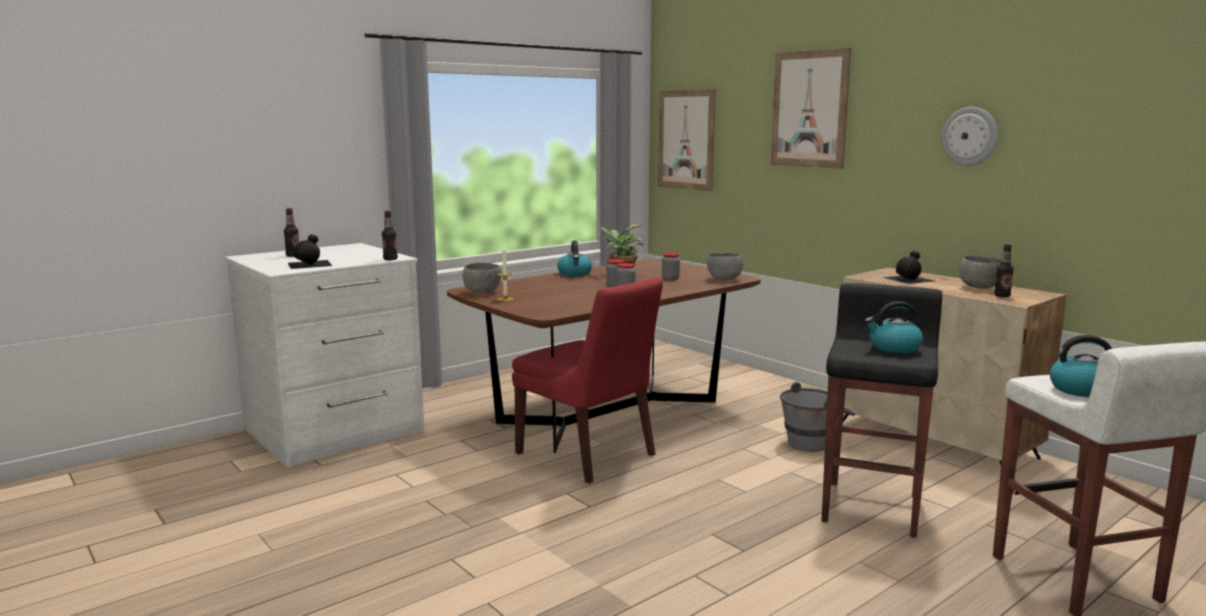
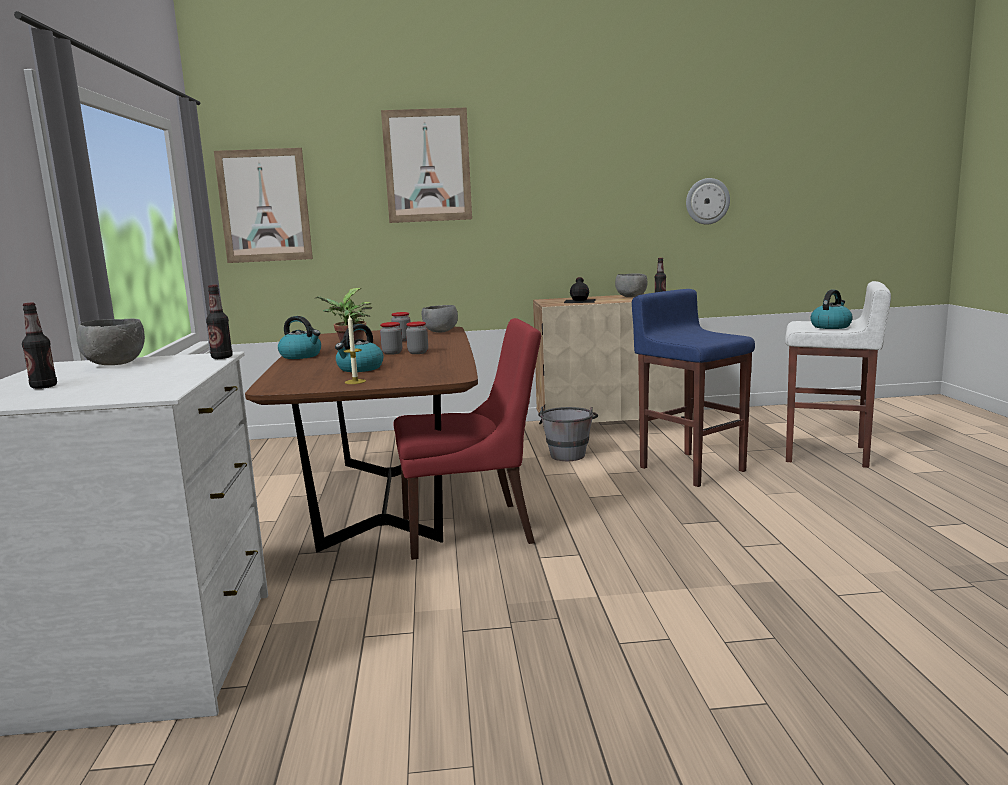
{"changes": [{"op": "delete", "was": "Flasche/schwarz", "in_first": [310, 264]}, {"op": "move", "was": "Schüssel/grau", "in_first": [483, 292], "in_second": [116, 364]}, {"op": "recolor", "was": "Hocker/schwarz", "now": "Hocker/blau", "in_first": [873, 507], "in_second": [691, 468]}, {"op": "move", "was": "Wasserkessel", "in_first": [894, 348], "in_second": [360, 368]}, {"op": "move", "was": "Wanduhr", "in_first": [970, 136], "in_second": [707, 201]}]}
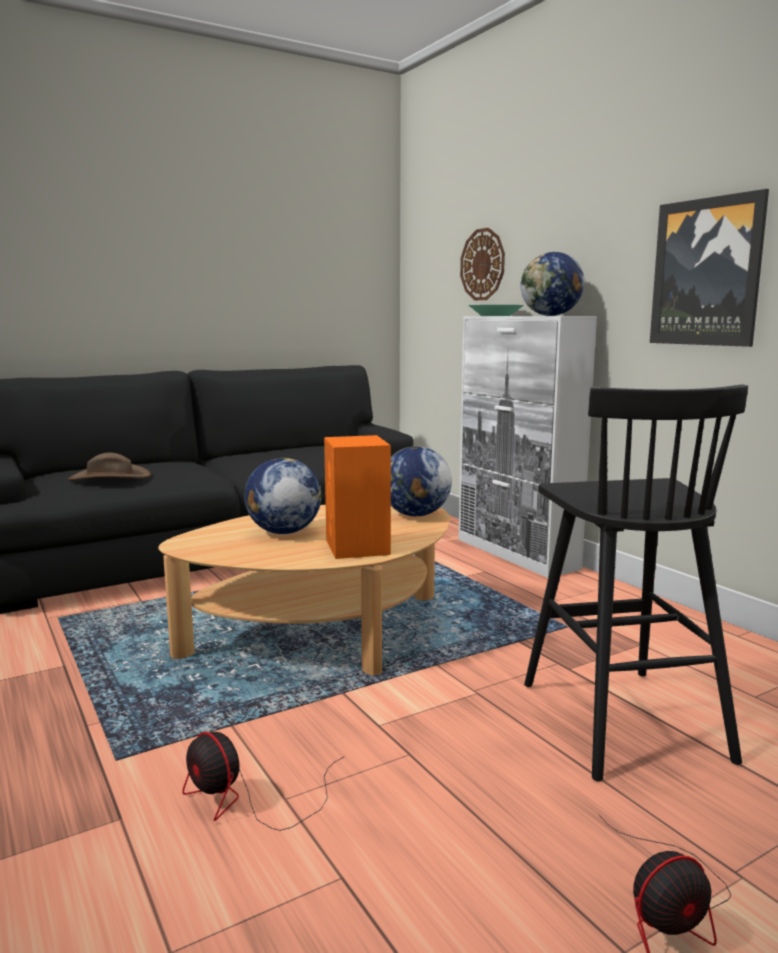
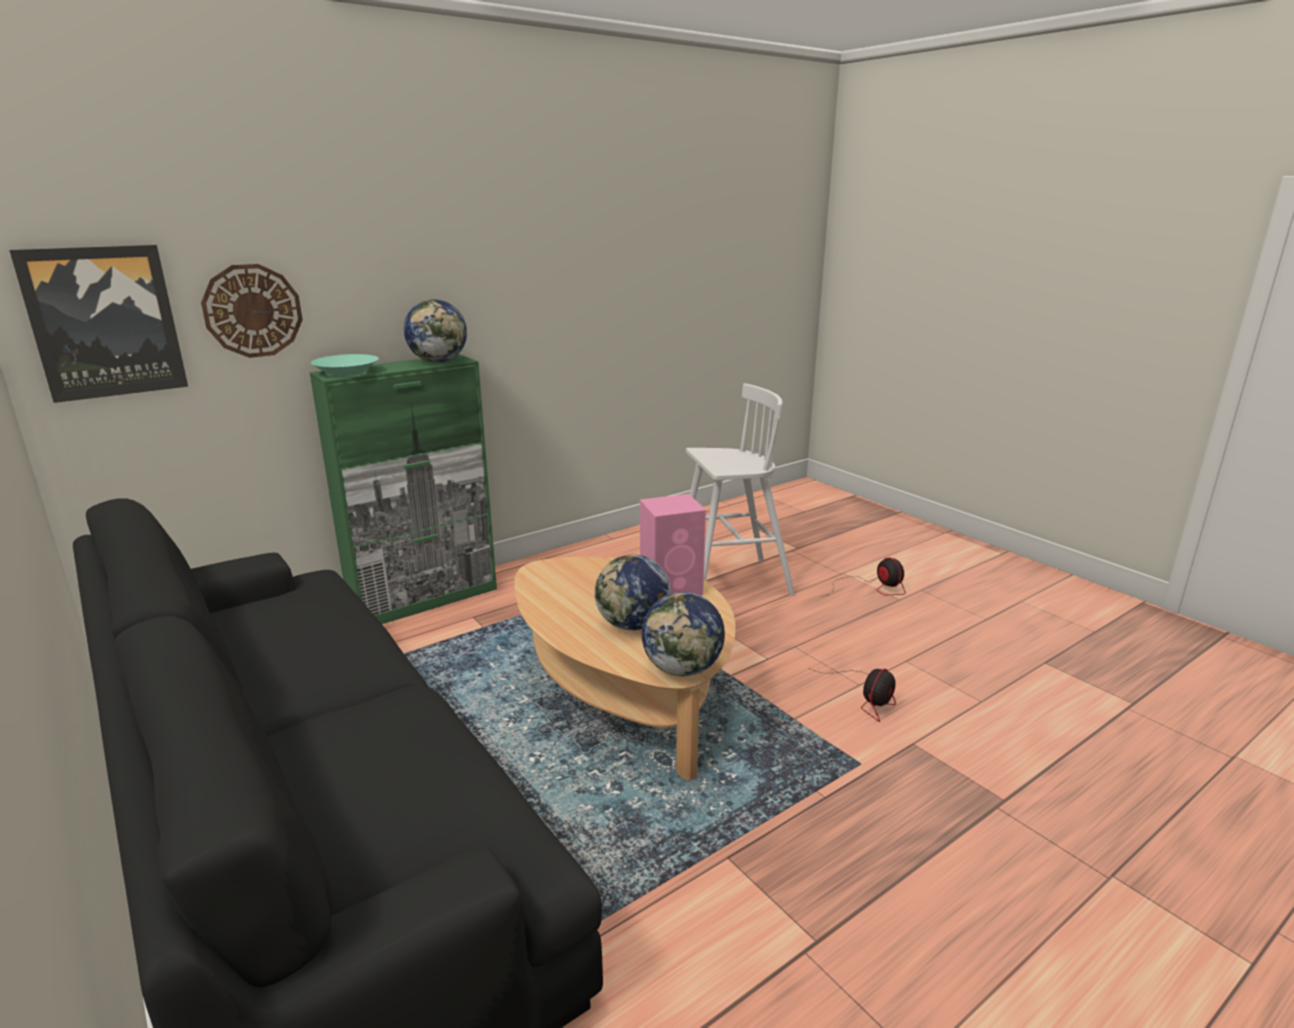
{"changes": [{"op": "delete", "was": "Hut/braun", "in_first": [109, 477]}, {"op": "recolor", "was": "Lautsprecher/orange", "now": "Lautsprecher/rosa", "in_first": [357, 548], "in_second": [672, 588]}, {"op": "move", "was": "Globus", "in_first": [415, 515], "in_second": [683, 669]}, {"op": "recolor", "was": "Schrank/weiß", "now": "Schrank/grün", "in_first": [516, 554], "in_second": [425, 600]}, {"op": "recolor", "was": "Hocker/schwarz", "now": "Hocker/weiß", "in_first": [619, 718], "in_second": [729, 583]}, {"op": "move", "was": "Bild", "in_first": [706, 272], "in_second": [105, 322]}]}
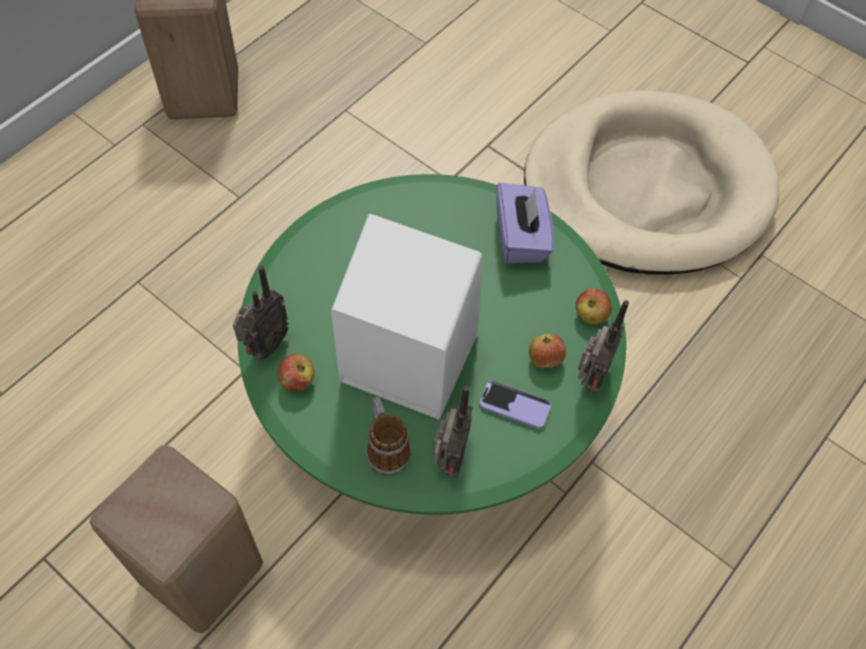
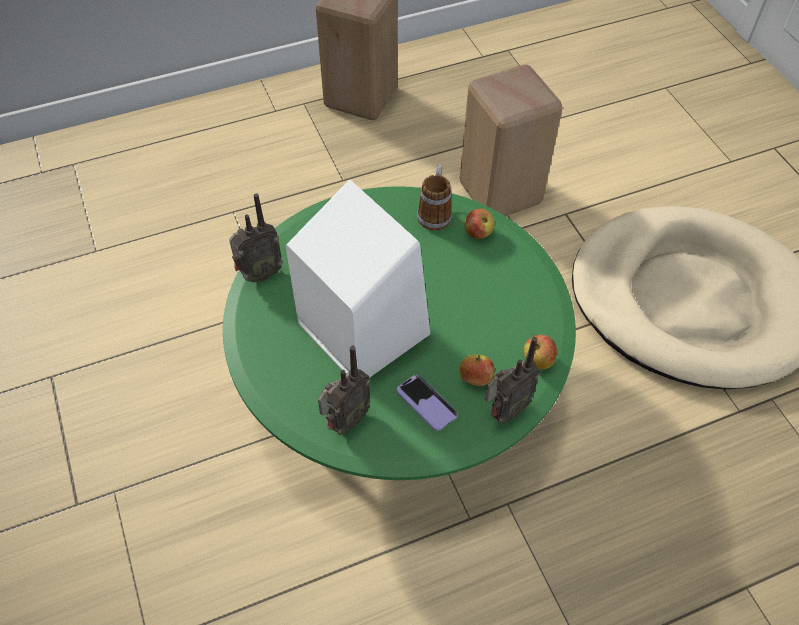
{"changes": [{"op": "move", "was": "Hocker/beige", "in_first": [201, 576], "in_second": [499, 195]}, {"op": "move", "was": "Apfel", "in_first": [297, 380], "in_second": [478, 233]}, {"op": "move", "was": "Henkelbecher", "in_first": [385, 446], "in_second": [435, 212]}, {"op": "delete", "was": "Taschentuchbox/lila", "in_first": [521, 238]}]}
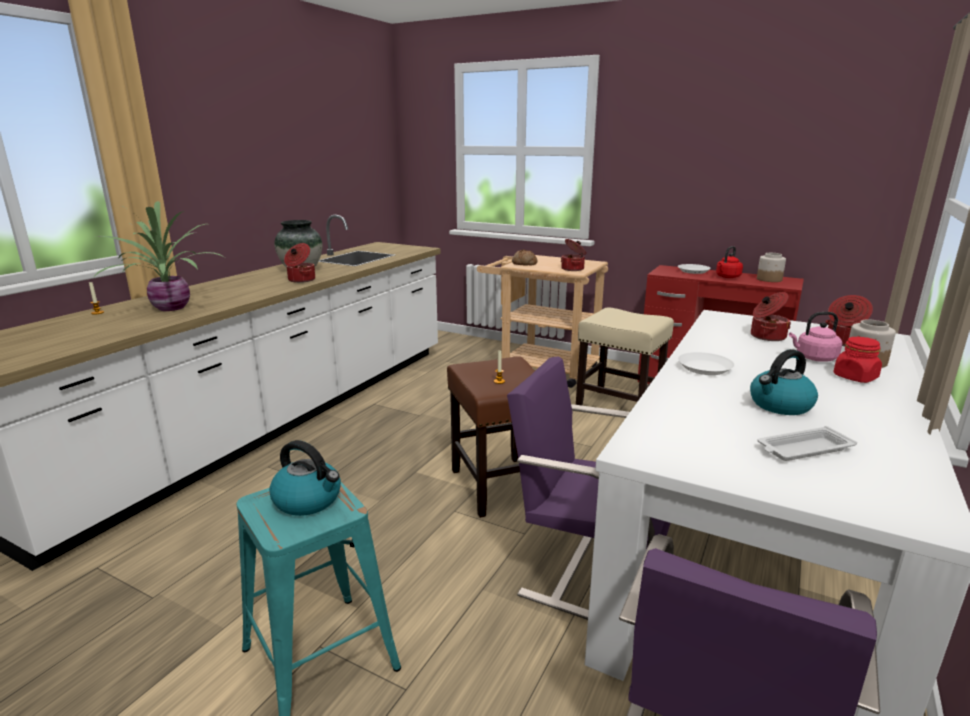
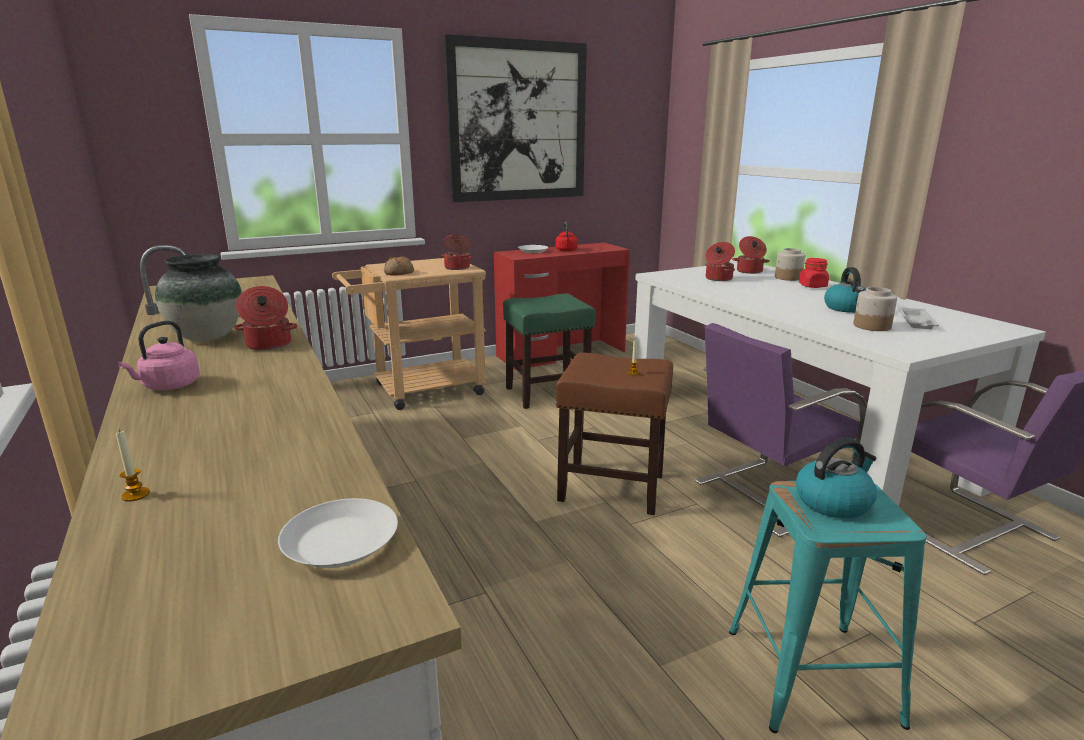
{"changes": [{"op": "delete", "was": "Topfpflanze", "in_first": [169, 308]}, {"op": "recolor", "was": "Hocker/beige", "now": "Hocker/grün", "in_first": [619, 408], "in_second": [548, 393]}, {"op": "move", "was": "Teller/weiß", "in_first": [704, 368], "in_second": [341, 542]}, {"op": "move", "was": "Vorratsglas", "in_first": [768, 279], "in_second": [871, 326]}, {"op": "move", "was": "Wasserkessel/rosa", "in_first": [813, 358], "in_second": [168, 386]}, {"op": "insert", "now": "Bild", "in_second": [518, 122]}]}
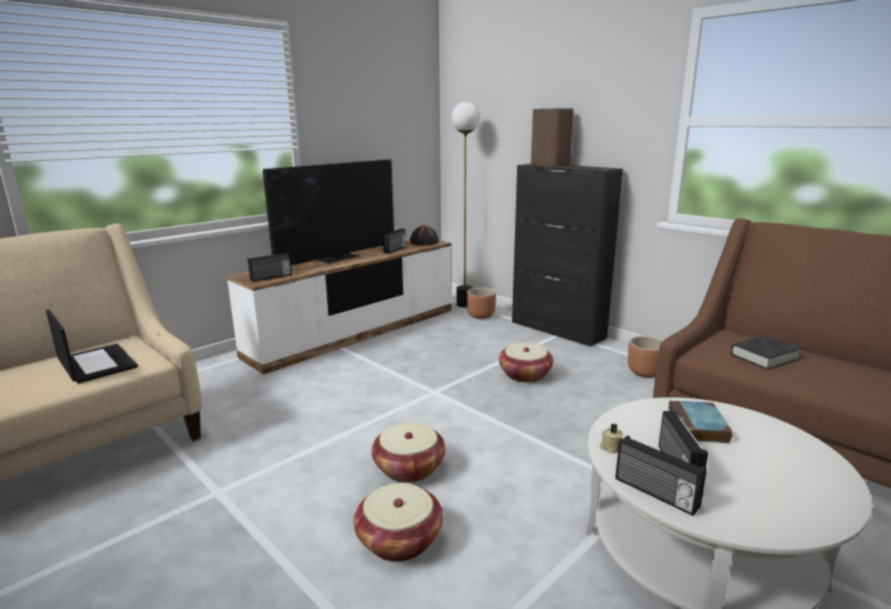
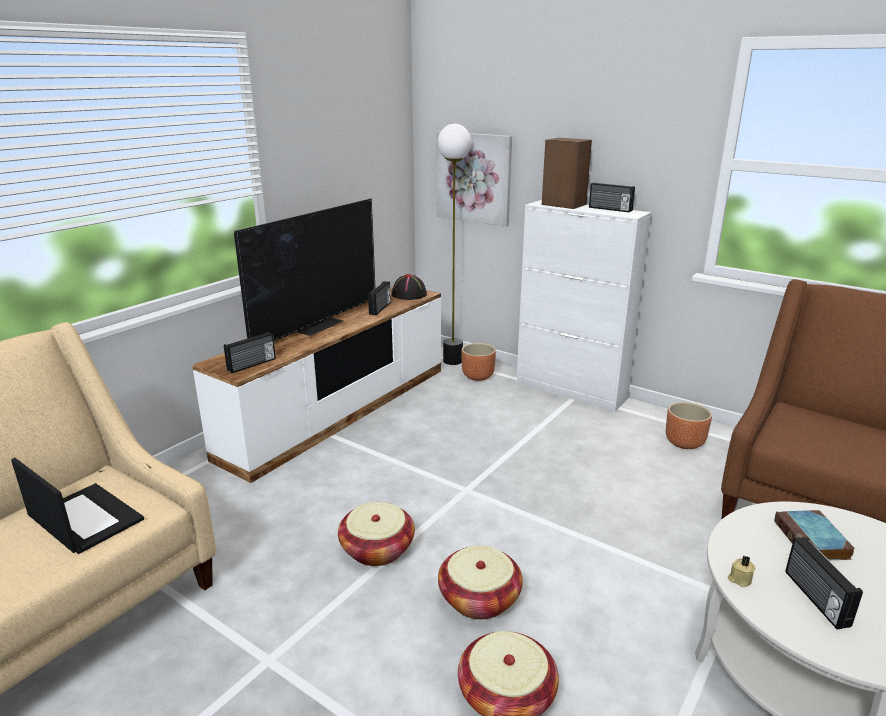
{"changes": [{"op": "move", "was": "Korb", "in_first": [525, 375], "in_second": [377, 549]}, {"op": "recolor", "was": "Schrank/schwarz", "now": "Schrank/weiß", "in_first": [558, 330], "in_second": [571, 390]}, {"op": "move", "was": "Radio", "in_first": [655, 493], "in_second": [610, 209]}, {"op": "delete", "was": "Buch/schwarz", "in_first": [764, 357]}, {"op": "insert", "now": "Bild", "in_second": [474, 178]}]}
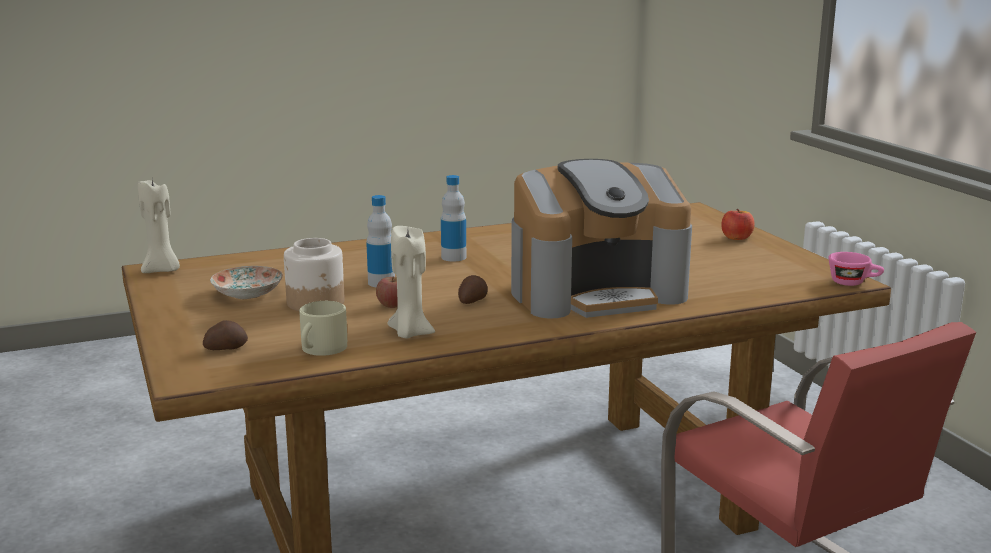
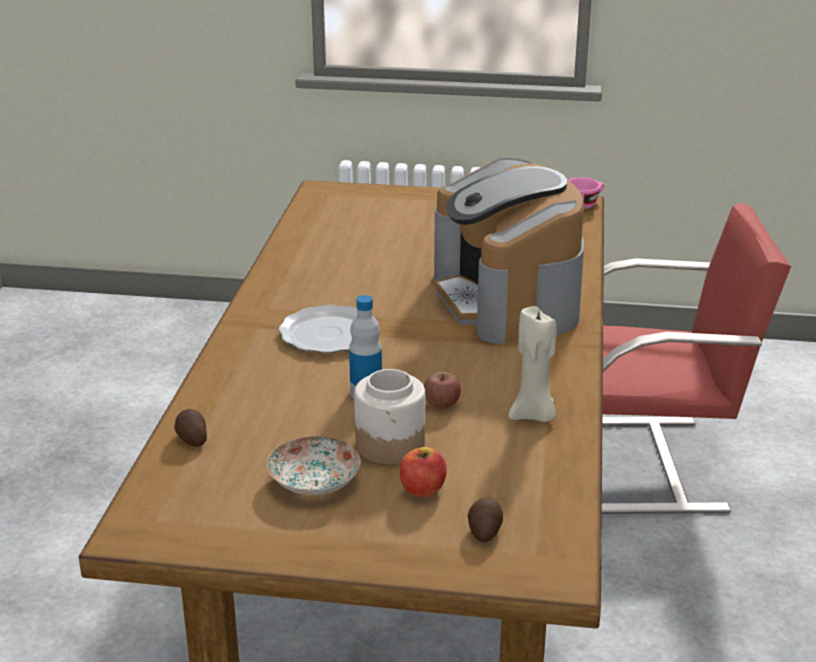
{"changes": [{"op": "delete", "was": "Kerze/beige", "in_first": [162, 270]}, {"op": "delete", "was": "Henkelbecher/beige", "in_first": [321, 349]}, {"op": "replace", "was": "Flasche", "now": "Teller", "in_first": [453, 257], "in_second": [327, 334]}, {"op": "move", "was": "Kartoffel", "in_first": [472, 300], "in_second": [192, 439]}, {"op": "rotate", "was": "Kaffeemaschine", "in_first": [597, 292], "in_second": [507, 300], "clockwise": 150}, {"op": "move", "was": "Apfel", "in_first": [736, 238], "in_second": [422, 489]}]}
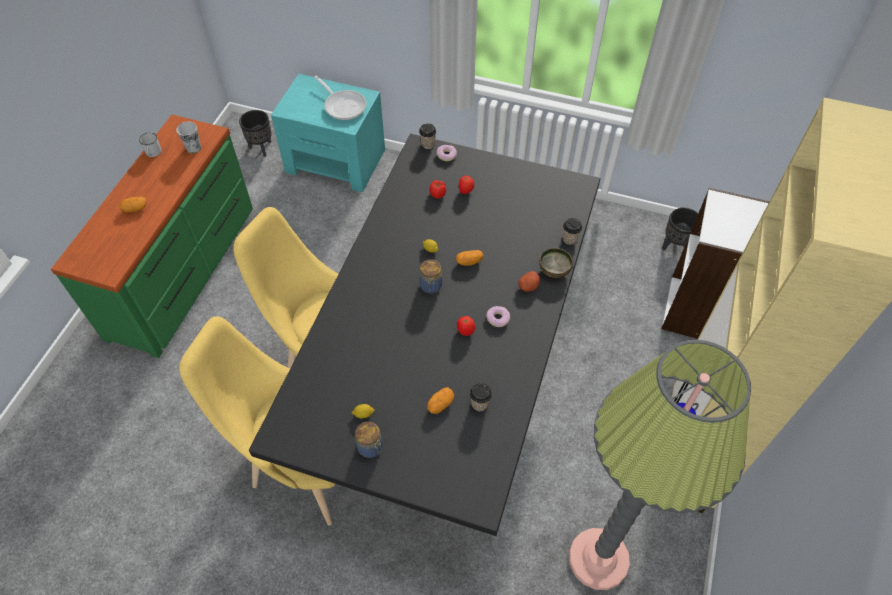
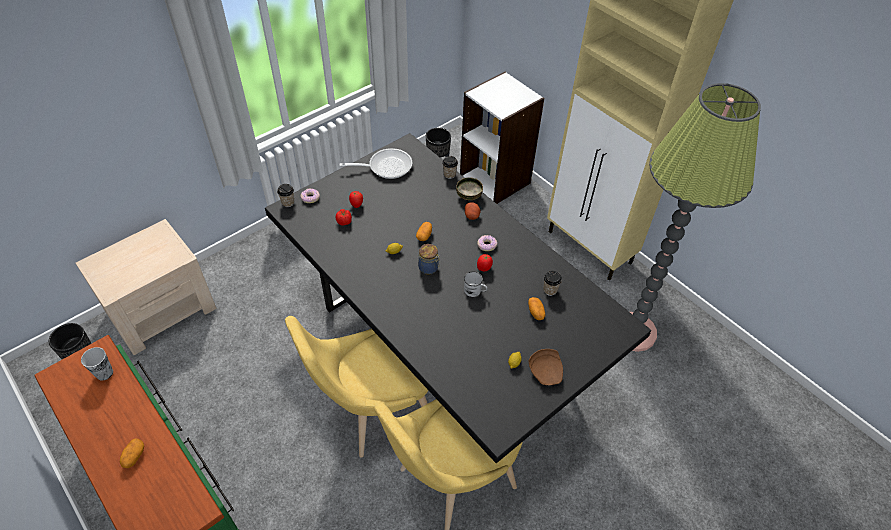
{"changes": [{"op": "move", "was": "Henkelbecher/weiß", "in_first": [153, 153], "in_second": [475, 291]}, {"op": "recolor", "was": "Nachttisch/türkis", "now": "Nachttisch/beige", "in_first": [336, 161], "in_second": [162, 310]}, {"op": "move", "was": "Pfanne", "in_first": [343, 105], "in_second": [386, 166]}, {"op": "replace", "was": "Vorratsglas", "now": "Teller/braun", "in_first": [371, 448], "in_second": [546, 371]}]}
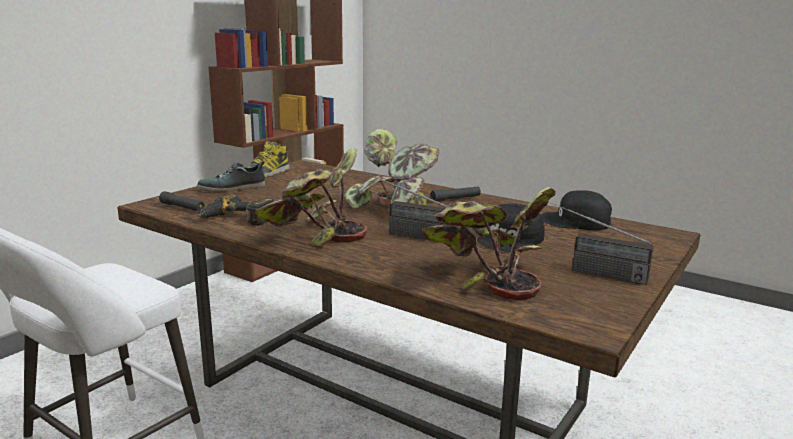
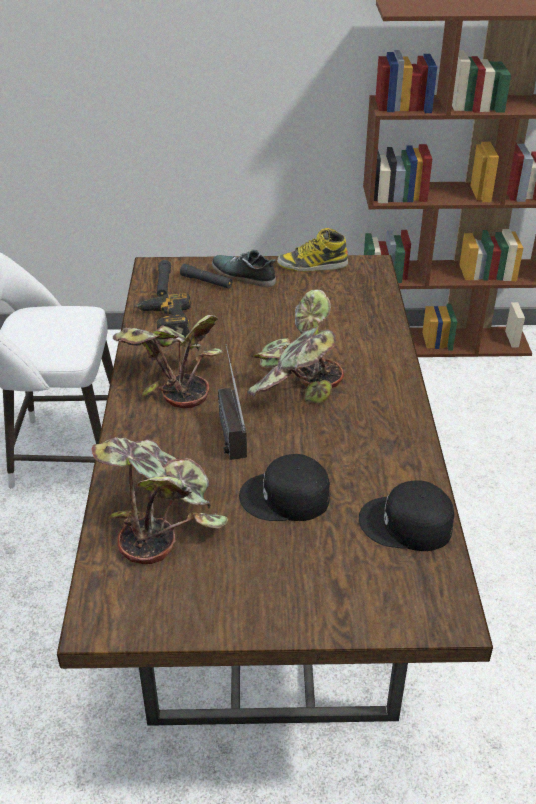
{"changes": [{"op": "move", "was": "Taschenlampe/schwarz", "in_first": [456, 199], "in_second": [206, 282]}, {"op": "rotate", "was": "Kappe/schwarz", "in_first": [576, 221], "in_second": [407, 524], "clockwise": -60}, {"op": "delete", "was": "Radio", "in_first": [589, 271]}]}
